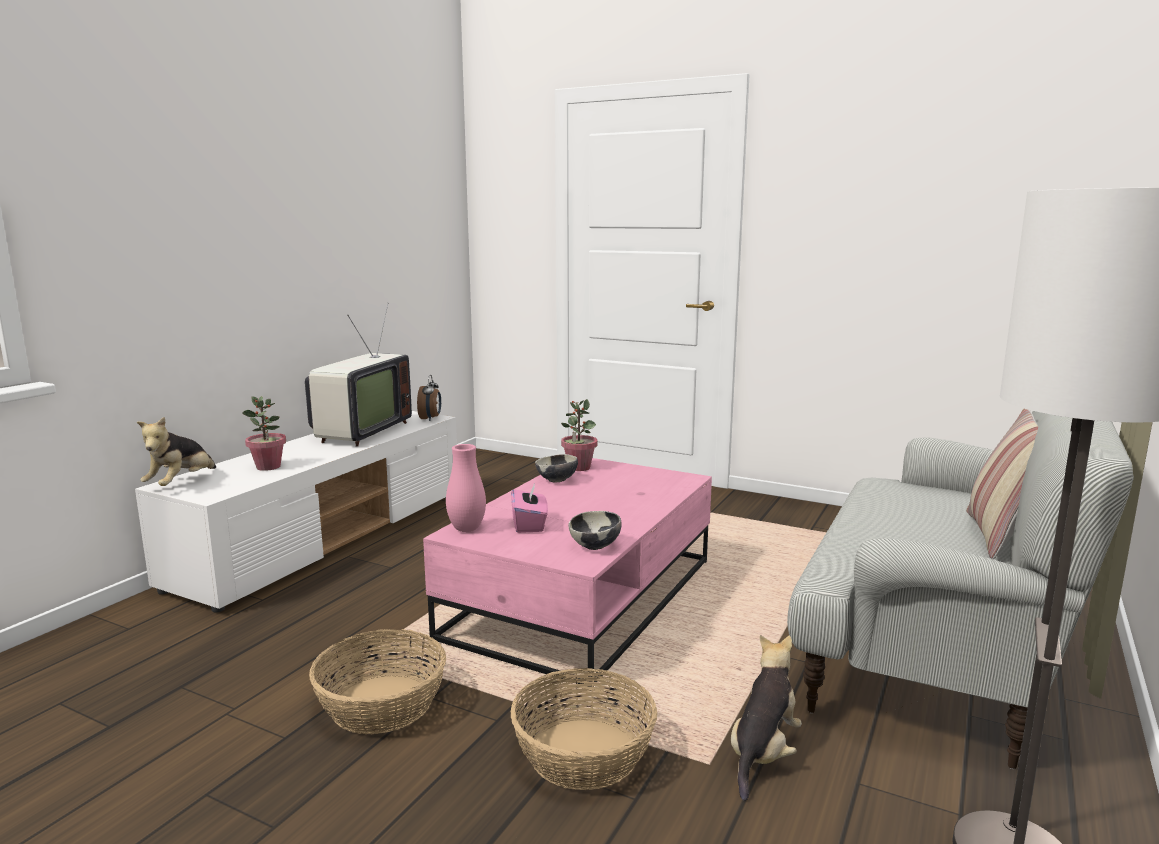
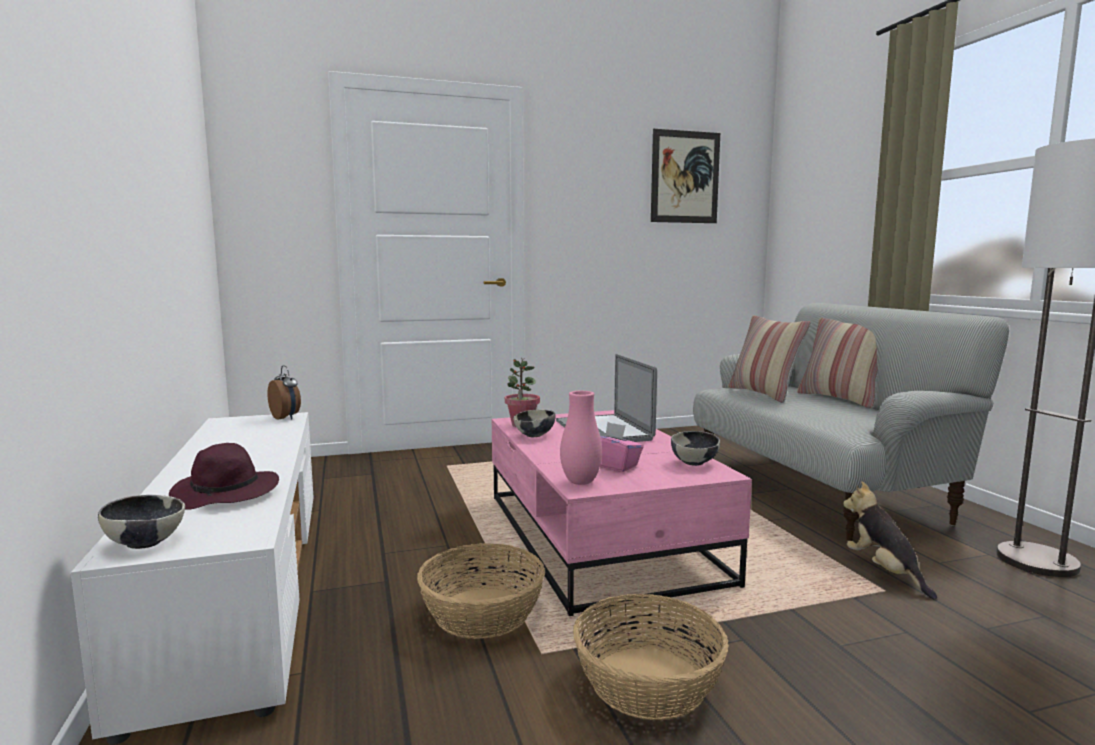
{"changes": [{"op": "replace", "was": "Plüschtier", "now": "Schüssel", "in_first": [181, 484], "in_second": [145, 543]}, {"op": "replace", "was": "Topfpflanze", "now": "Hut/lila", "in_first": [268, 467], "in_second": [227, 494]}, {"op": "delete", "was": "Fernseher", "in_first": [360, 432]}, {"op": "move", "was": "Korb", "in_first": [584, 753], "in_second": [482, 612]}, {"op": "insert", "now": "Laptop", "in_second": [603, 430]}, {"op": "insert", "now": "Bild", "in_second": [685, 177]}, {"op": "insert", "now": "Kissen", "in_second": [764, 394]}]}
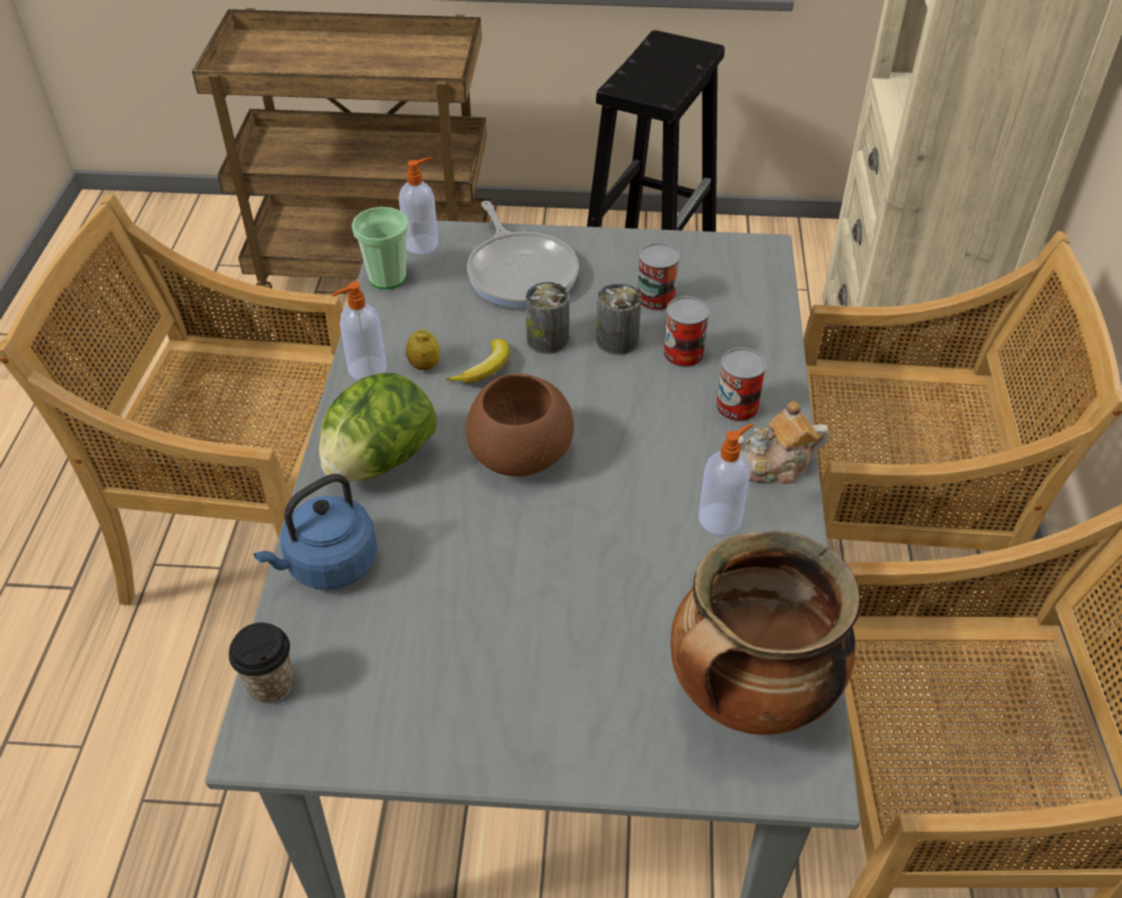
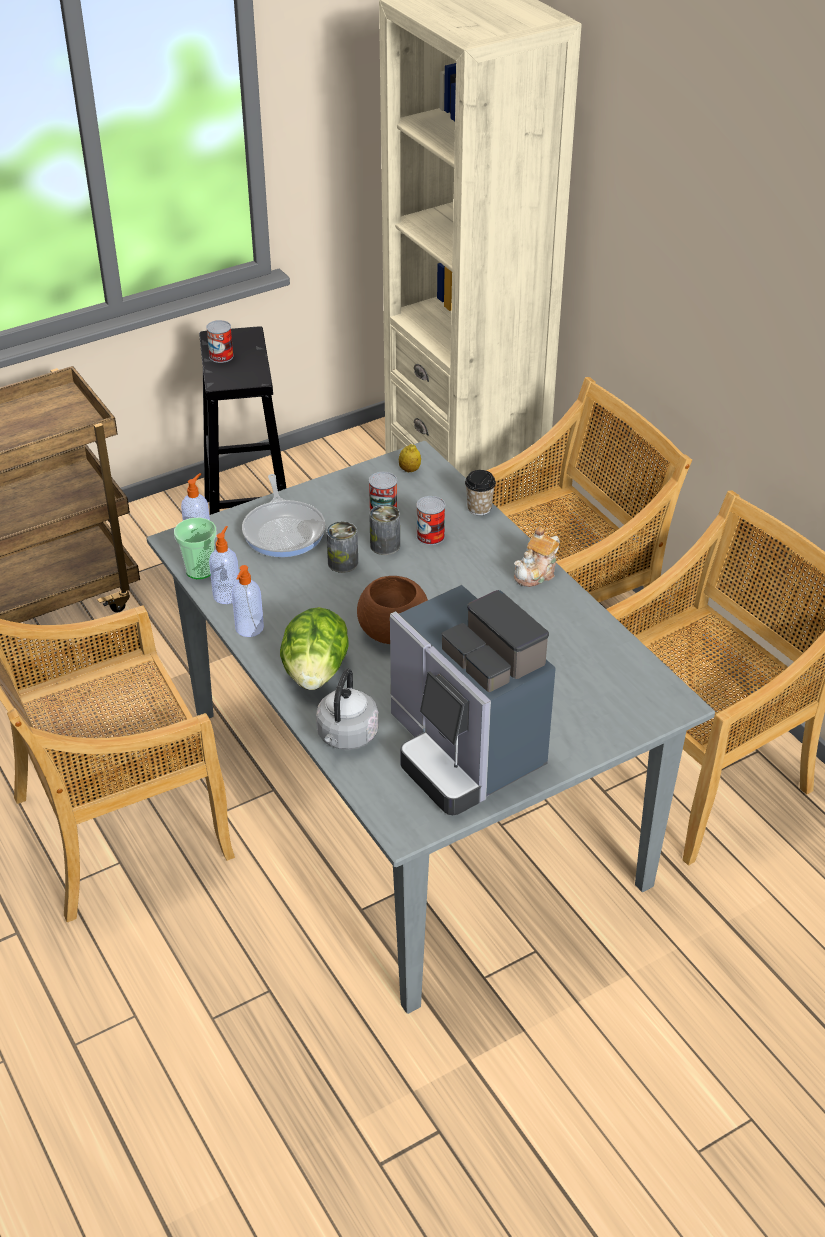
{"changes": [{"op": "move", "was": "Tasse", "in_first": [271, 685], "in_second": [479, 508]}, {"op": "recolor", "was": "Wasserkessel/blau", "now": "Wasserkessel/grau", "in_first": [328, 565], "in_second": [346, 737]}, {"op": "move", "was": "Zitrone", "in_first": [424, 365], "in_second": [409, 470]}, {"op": "delete", "was": "Banane", "in_first": [485, 369]}, {"op": "rotate", "was": "Pfanne", "in_first": [521, 272], "in_second": [284, 530], "clockwise": 45}, {"op": "delete", "was": "Kochtopf", "in_first": [748, 701]}, {"op": "move", "was": "Seifenspender", "in_first": [721, 518], "in_second": [227, 594]}, {"op": "move", "was": "Dose", "in_first": [737, 407], "in_second": [221, 356]}, {"op": "insert", "now": "Kaffeemaschine", "in_second": [463, 751]}]}
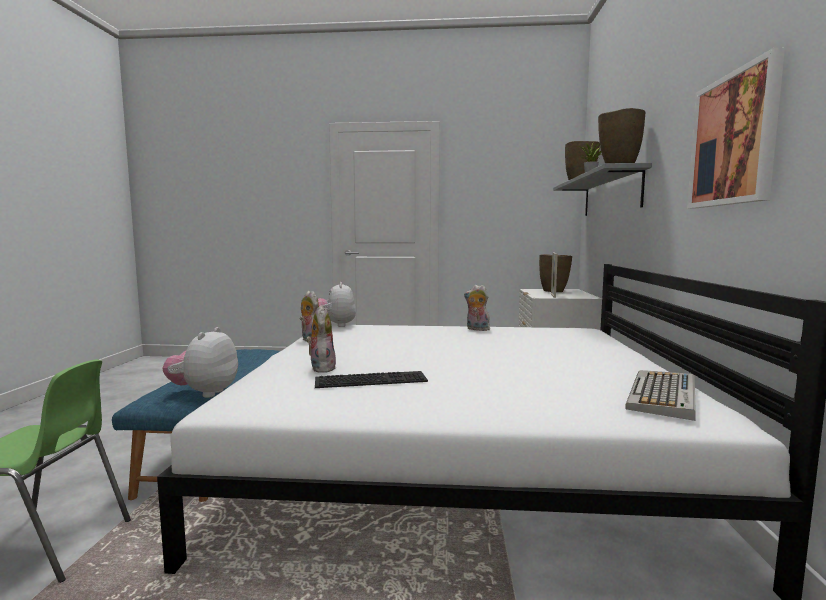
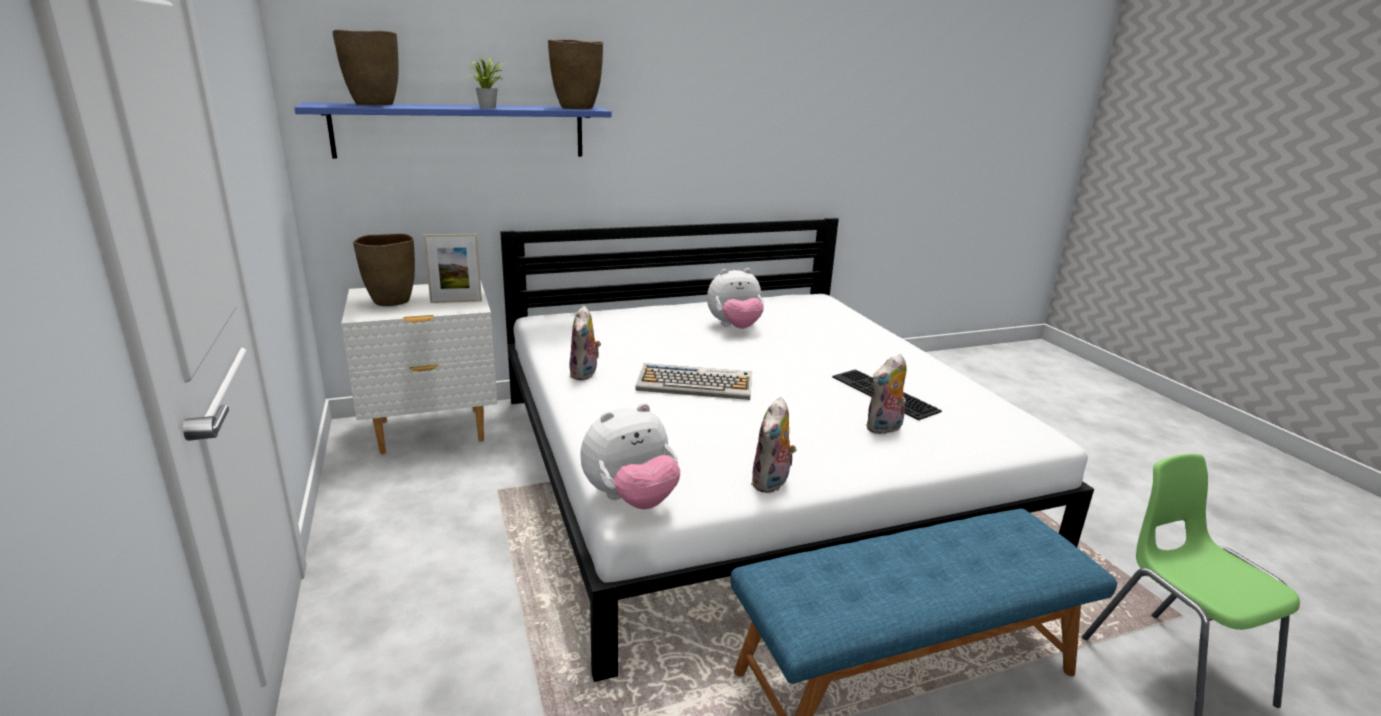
{"changes": [{"op": "move", "was": "Plüschtier", "in_first": [204, 393], "in_second": [734, 327]}, {"op": "recolor", "was": "Wandregal/grau", "now": "Wandregal/blau", "in_first": [610, 194], "in_second": [461, 131]}, {"op": "move", "was": "Tastatur", "in_first": [663, 395], "in_second": [696, 384]}, {"op": "delete", "was": "Bild", "in_first": [733, 140]}]}
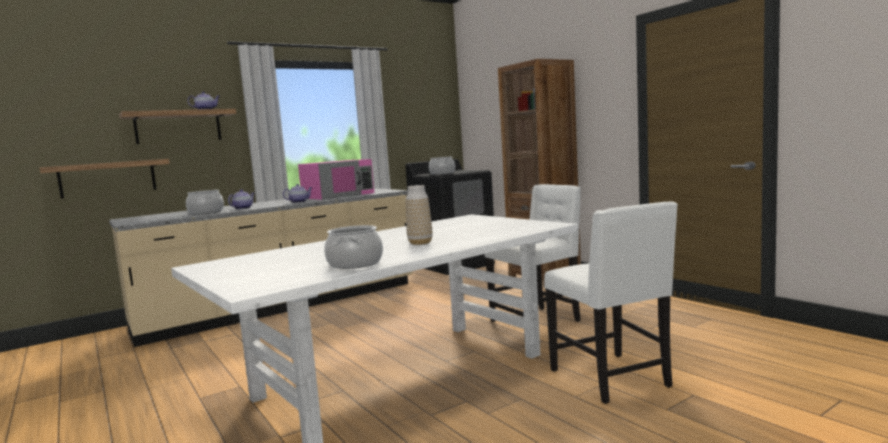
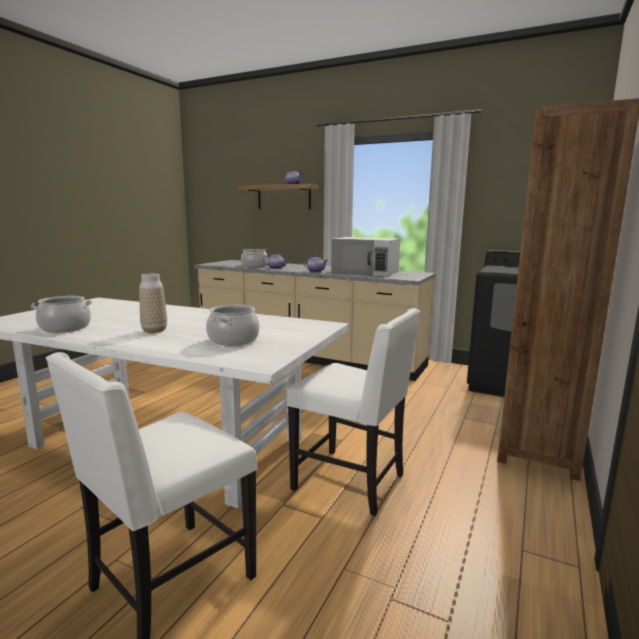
{"changes": [{"op": "delete", "was": "Wandregal", "in_first": [108, 178]}, {"op": "recolor", "was": "Mikrowelle/rosa", "now": "Mikrowelle/weiß", "in_first": [338, 195], "in_second": [366, 272]}, {"op": "move", "was": "Kochtopf", "in_first": [442, 173], "in_second": [233, 340]}]}
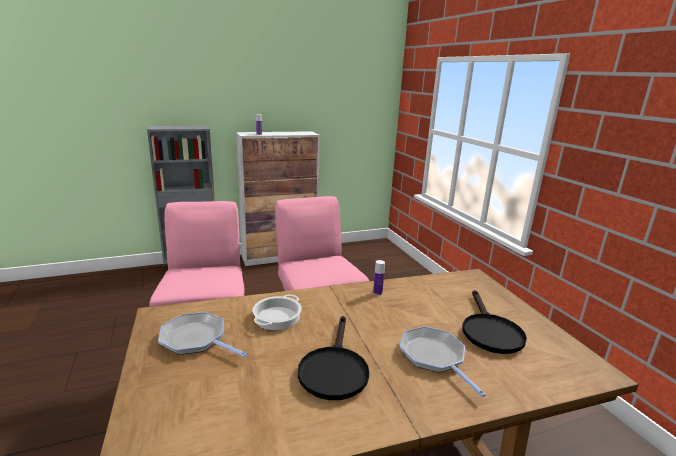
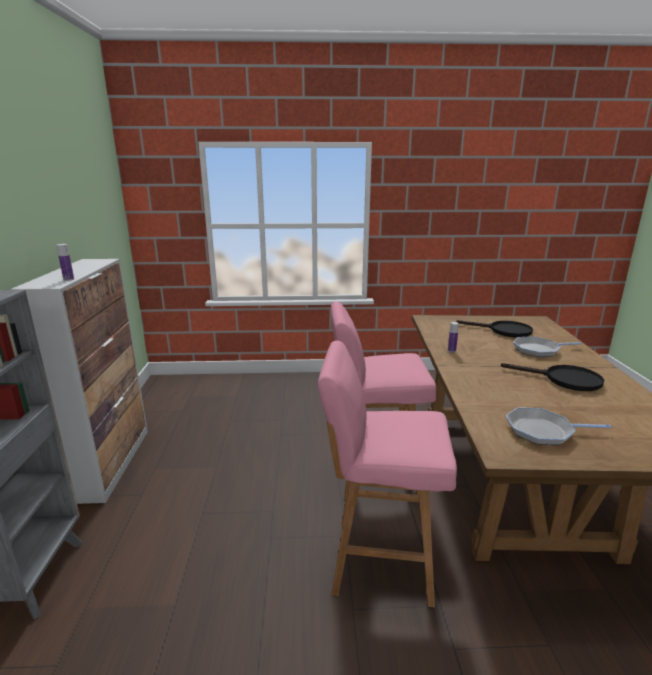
{"changes": [{"op": "rotate", "was": "Pfanne", "in_first": [196, 339], "in_second": [543, 431], "clockwise": 45}, {"op": "delete", "was": "Kochtopf", "in_first": [277, 318]}]}
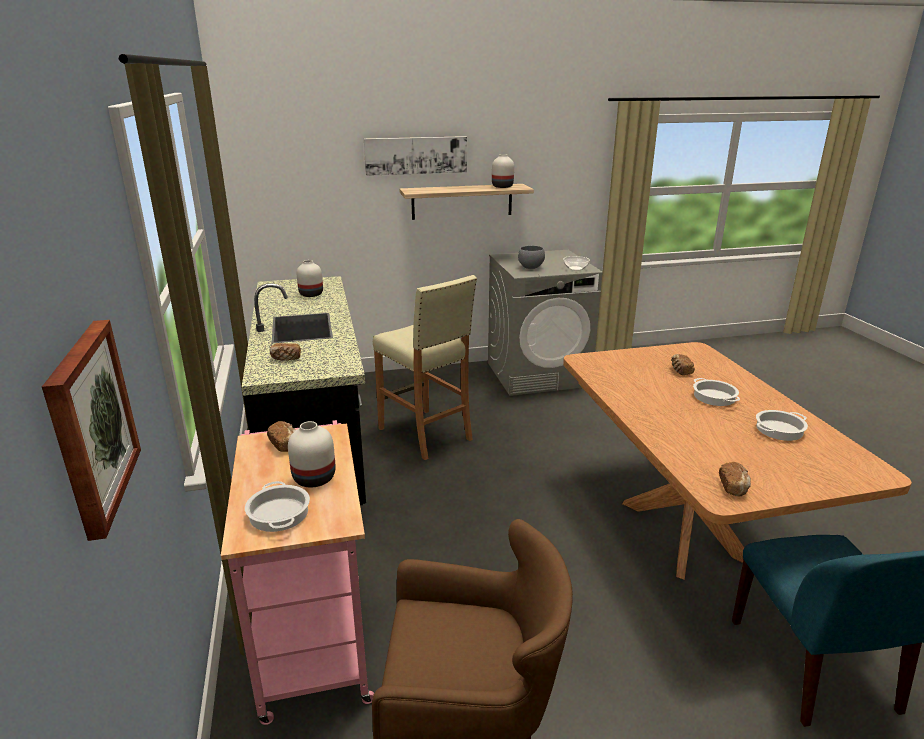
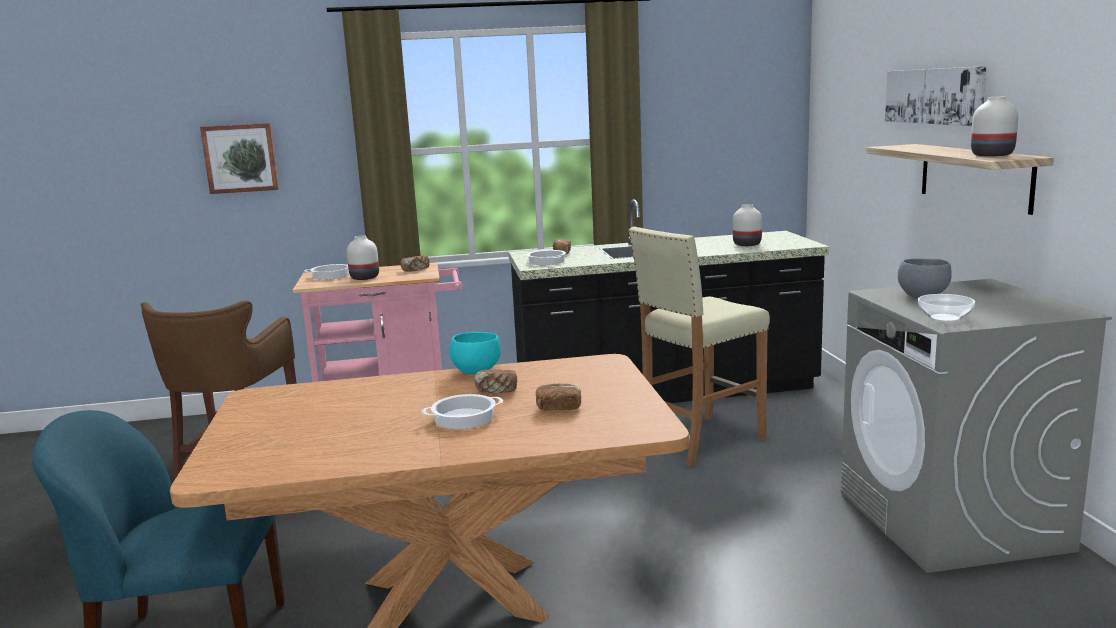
{"changes": [{"op": "move", "was": "Brot", "in_first": [733, 487], "in_second": [496, 391]}, {"op": "move", "was": "Kochtopf", "in_first": [779, 430], "in_second": [546, 261]}, {"op": "insert", "now": "Schüssel/türkis", "in_second": [476, 371]}]}
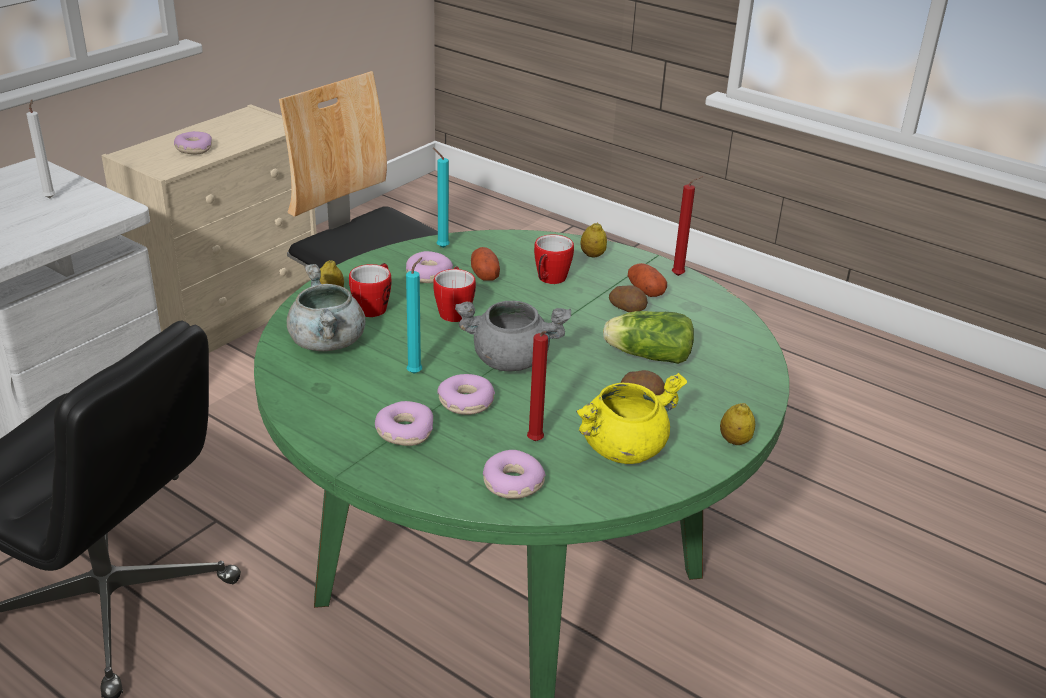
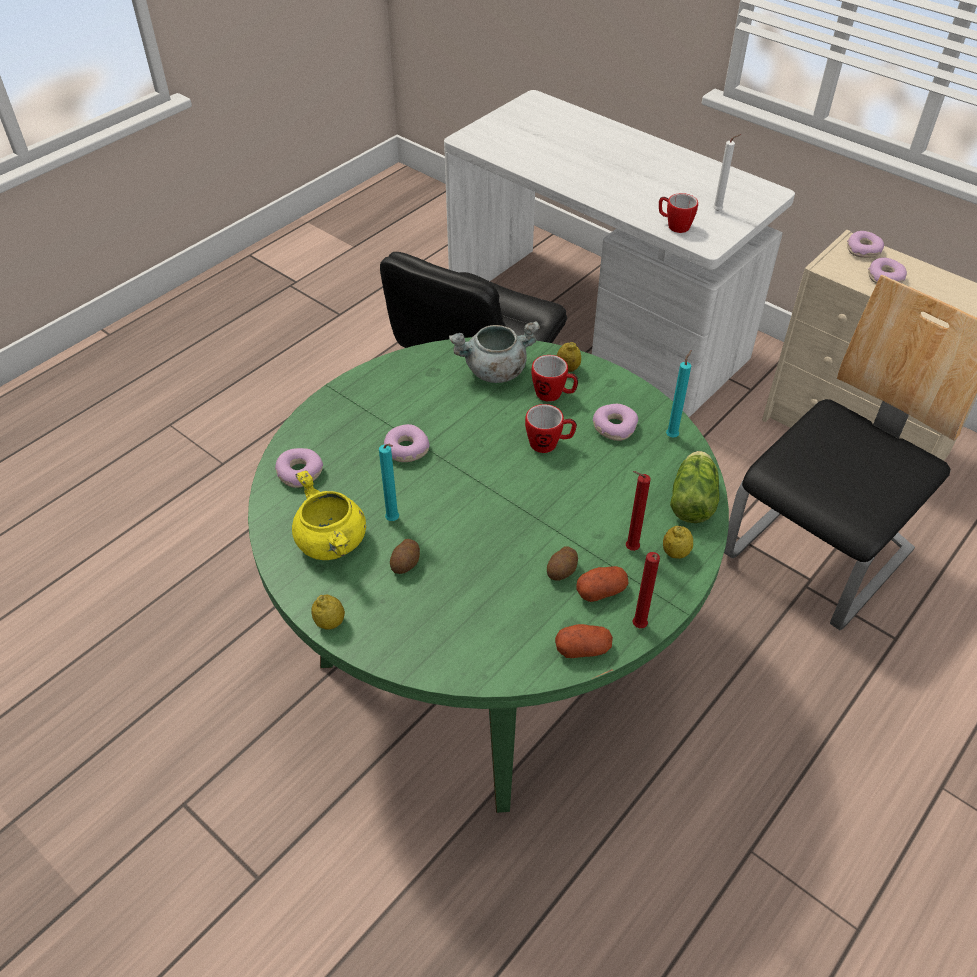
{"changes": [{"op": "move", "was": "Donut", "in_first": [404, 431], "in_second": [863, 250]}, {"op": "move", "was": "Kerze/türkis", "in_first": [416, 372], "in_second": [394, 521]}, {"op": "delete", "was": "Kochtopf/grau", "in_first": [511, 360]}, {"op": "move", "was": "Kartoffel", "in_first": [484, 274], "in_second": [583, 649]}, {"op": "move", "was": "Kerze/rot", "in_first": [535, 443], "in_second": [629, 549]}, {"op": "move", "was": "Henkelbecher", "in_first": [549, 280], "in_second": [674, 225]}, {"op": "move", "was": "Salatkopf", "in_first": [645, 355], "in_second": [693, 498]}]}
